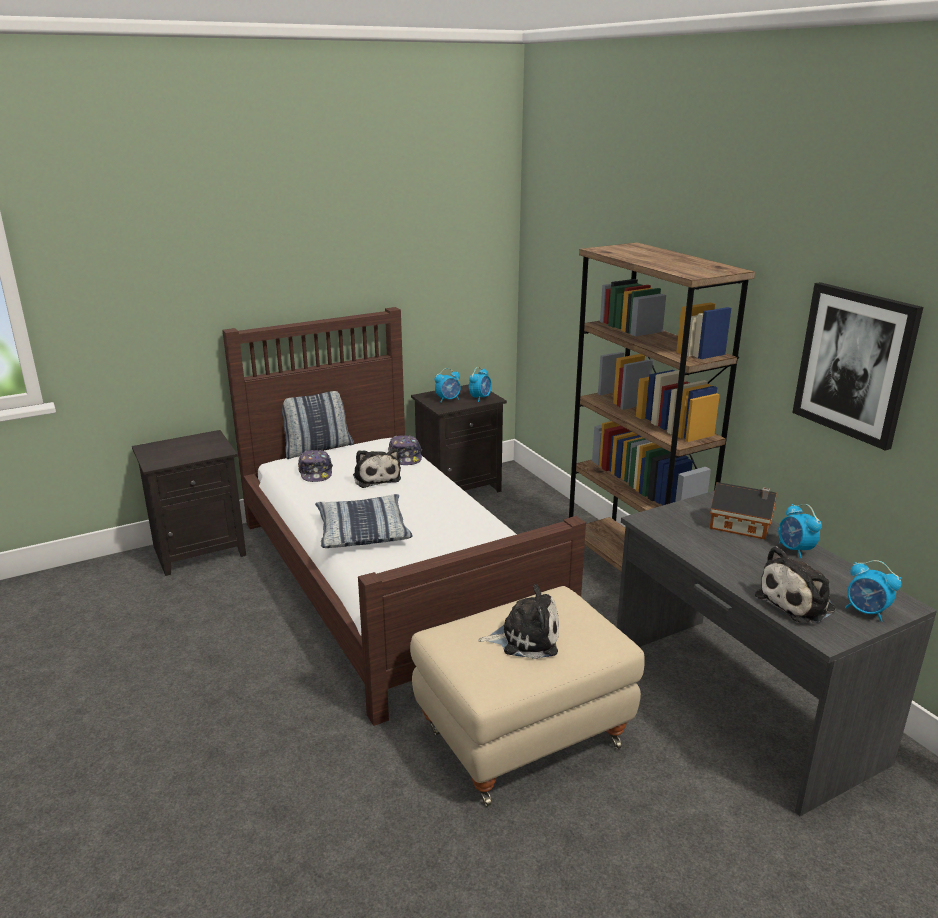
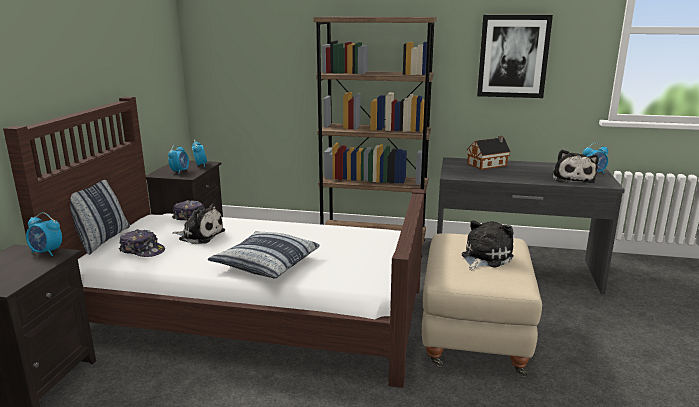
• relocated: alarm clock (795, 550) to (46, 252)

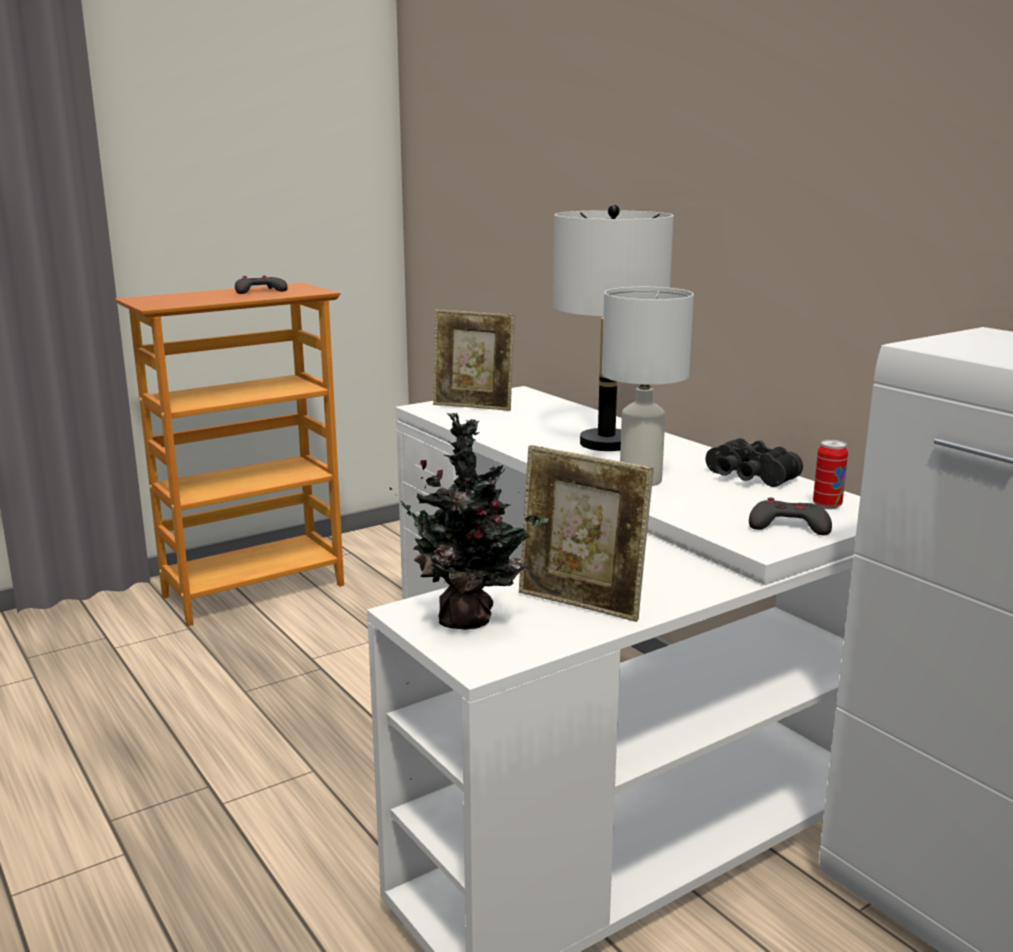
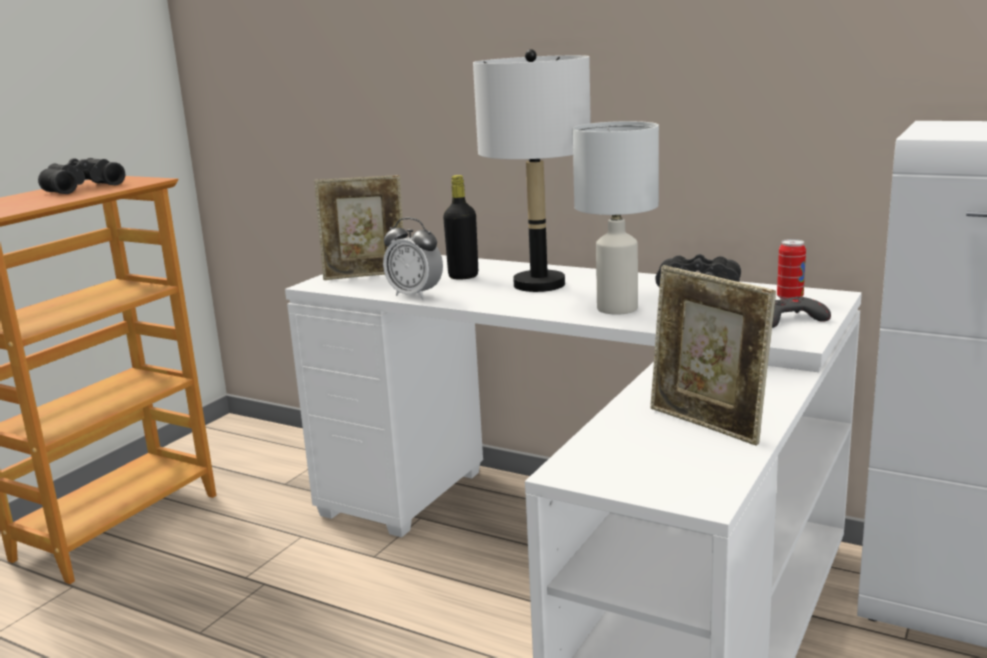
• exchanged: game controller/grey (259, 291) to binoculars/black (80, 188)
• missing: potted plant (470, 620)
• spun: picture frame (581, 604) = (707, 425) 45 degrees clockwise
• appeared: alarm clock (415, 295)
• appeared: bottle/black (463, 276)

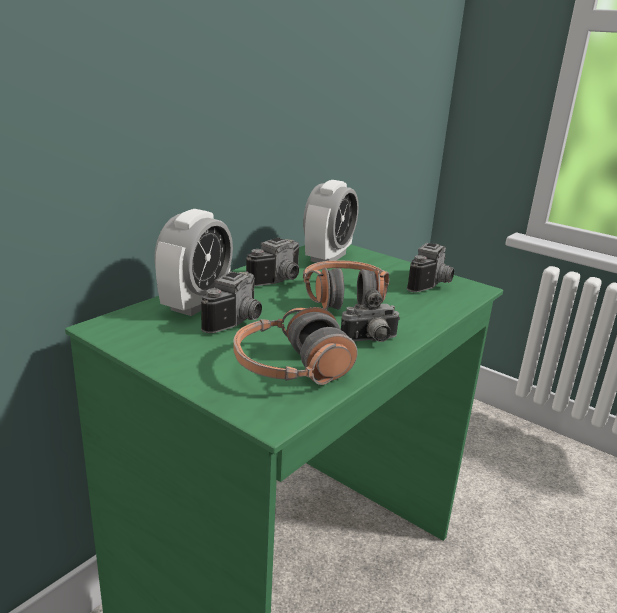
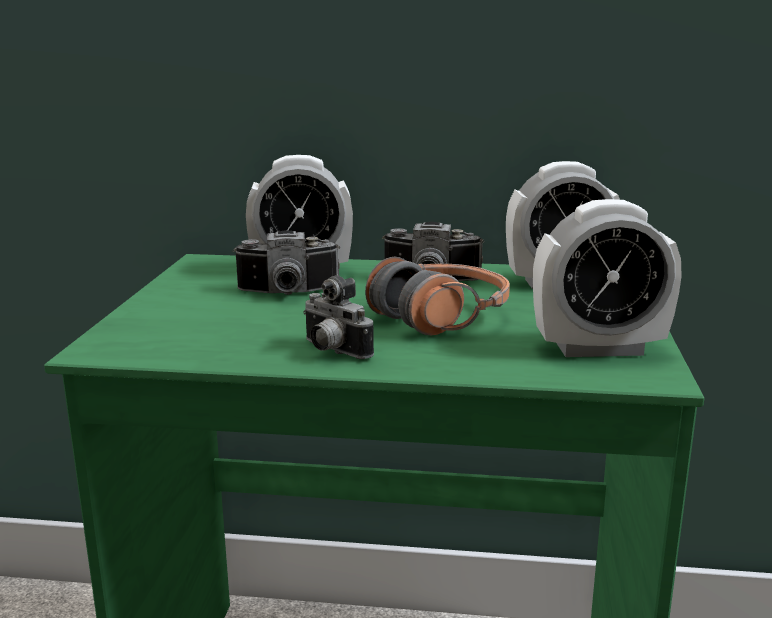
• missing: headphones (291, 368)
• exchanged: photo camera (433, 285) to alarm clock (598, 348)

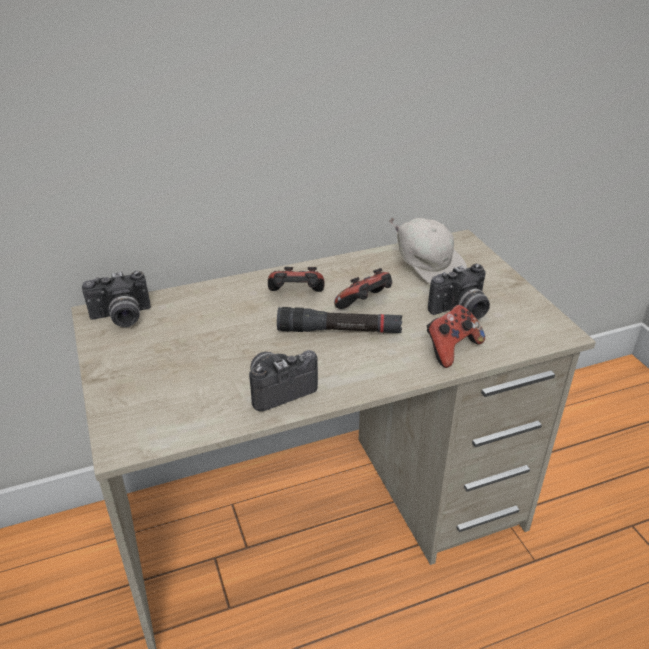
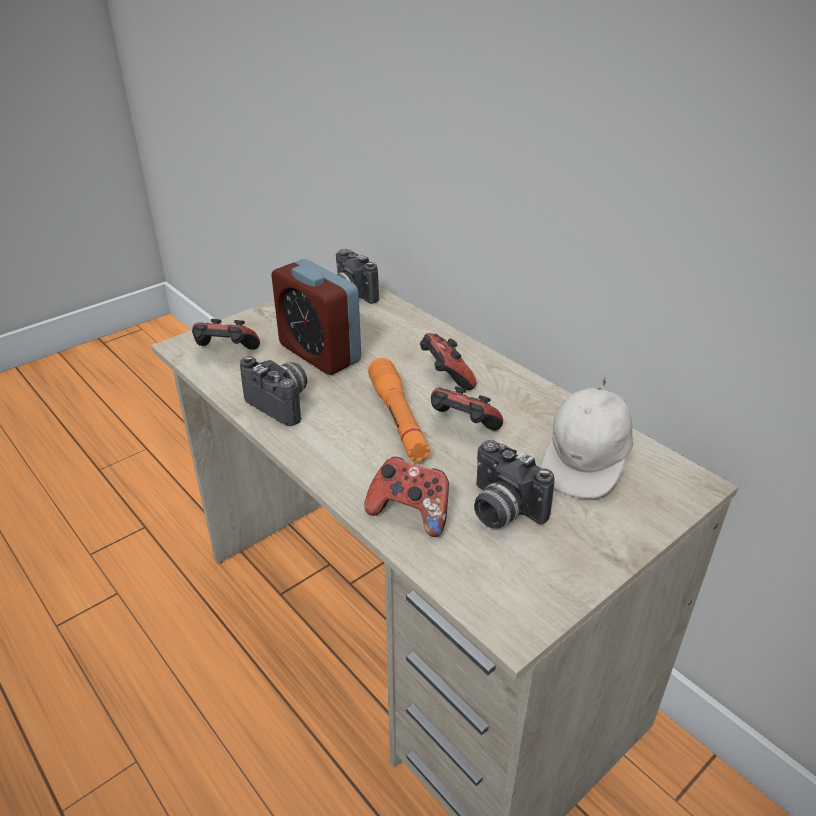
• colour: flashlight/black (339, 331) to flashlight/orange (398, 419)
• appeared: game controller (226, 353)
• appeared: alarm clock (319, 353)

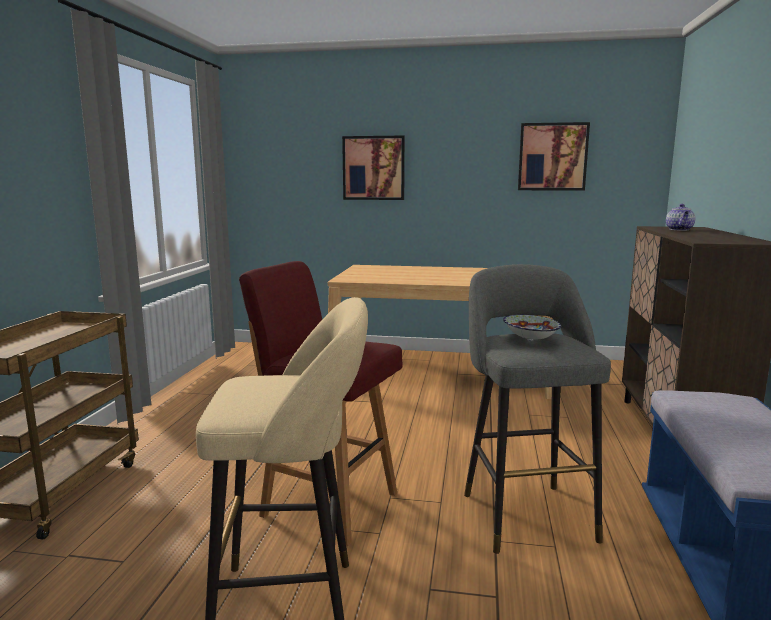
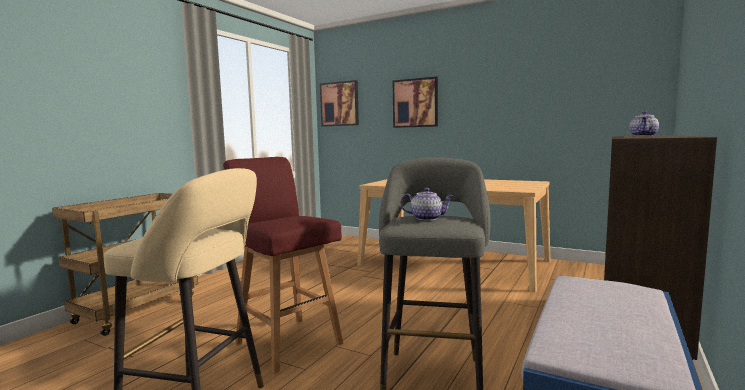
• exchanged: bowl (529, 340) to teapot (427, 218)
• relocated: picture (552, 157) to (339, 104)

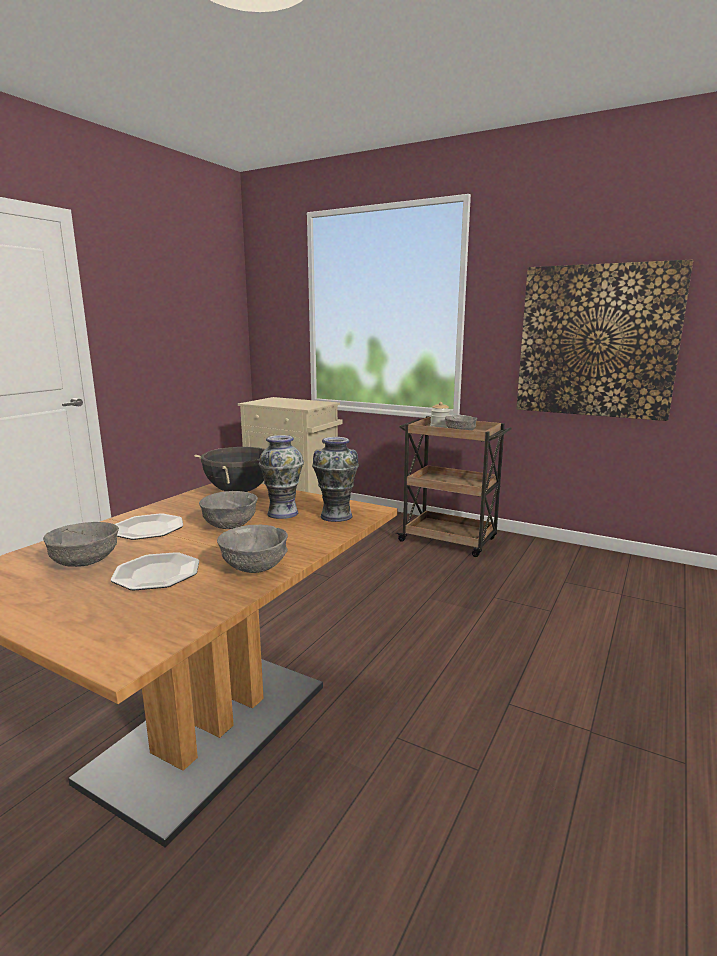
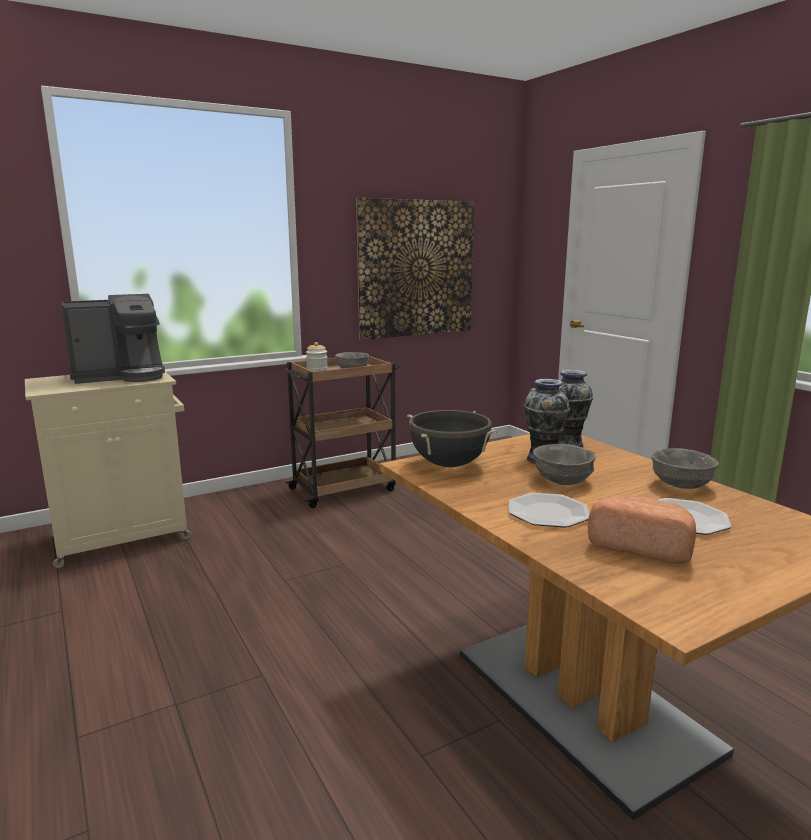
• exchanged: bowl/grey (84, 562) to bread (640, 547)
• appeared: coffee machine (120, 376)

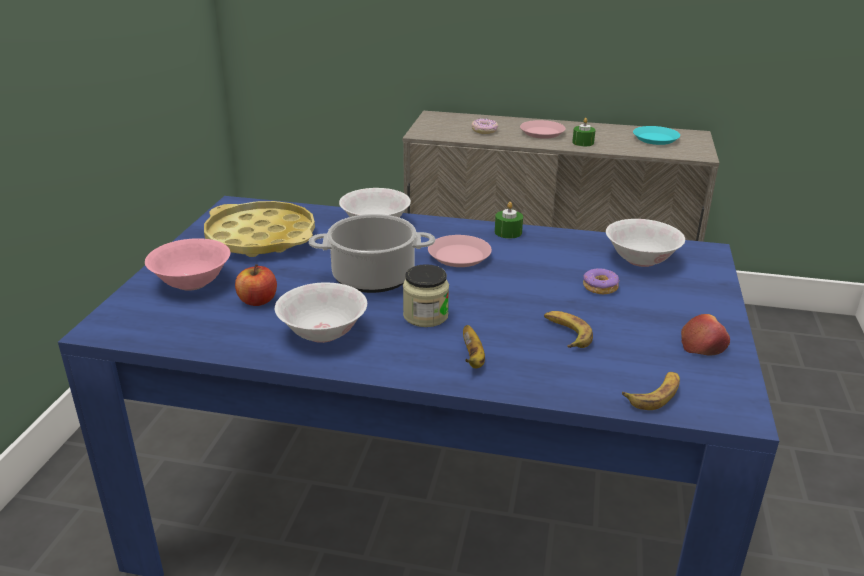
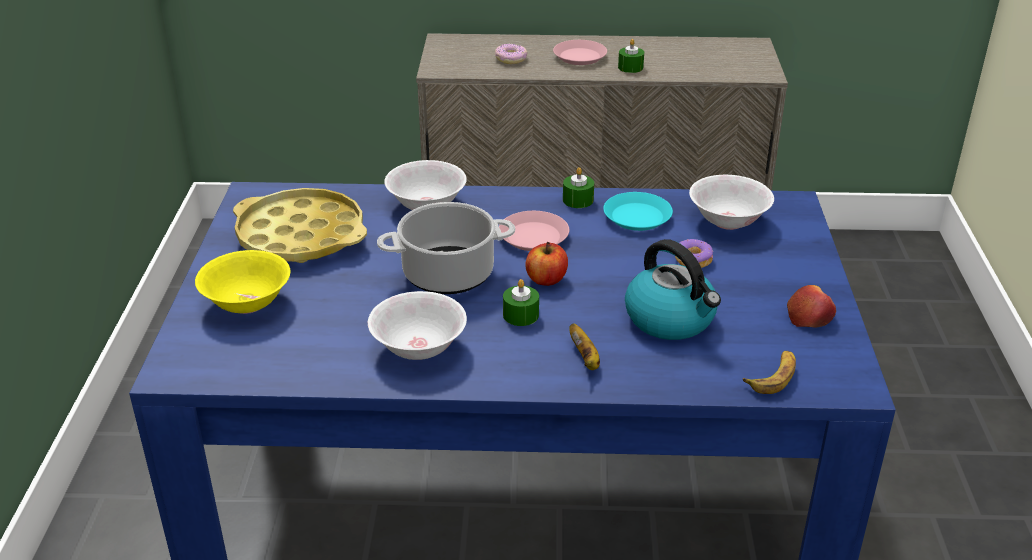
• colour: bowl/pink (192, 283) to bowl/yellow (247, 303)
• relocated: apple (258, 301) to (546, 279)
• exchanged: jar (425, 316) to candle/green (521, 315)
• exchanged: banana (566, 334) to kettle (671, 319)
• relocated: plate/turquoise (655, 139) to (636, 217)

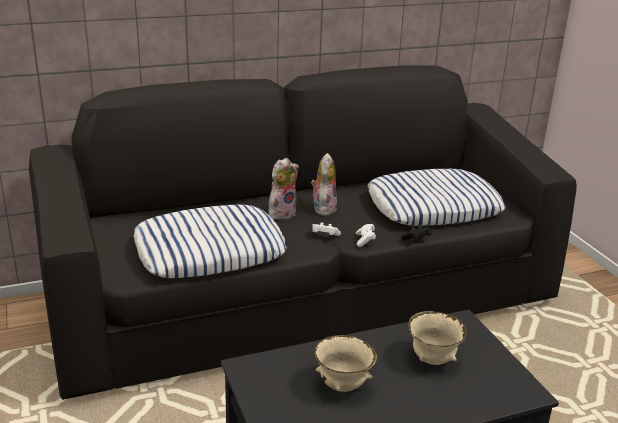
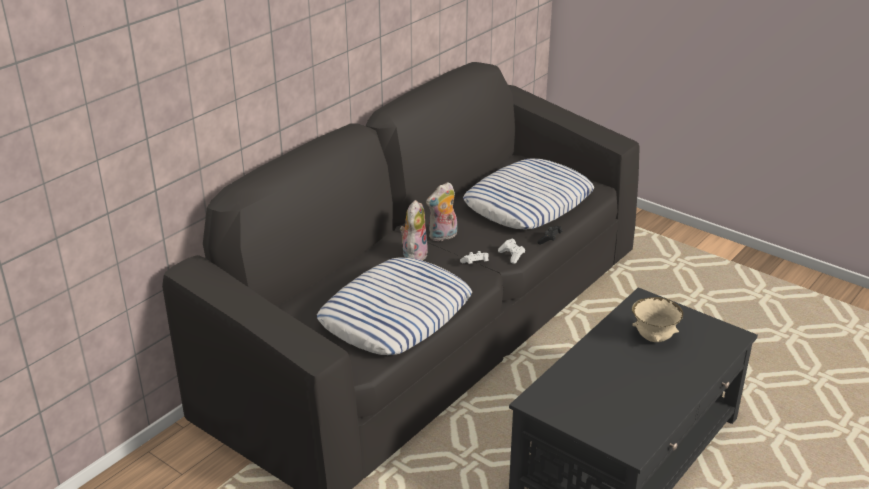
• spun: plush toy (323, 208) = (443, 236) 105 degrees counterclockwise
• missing: bowl/beige (342, 386)

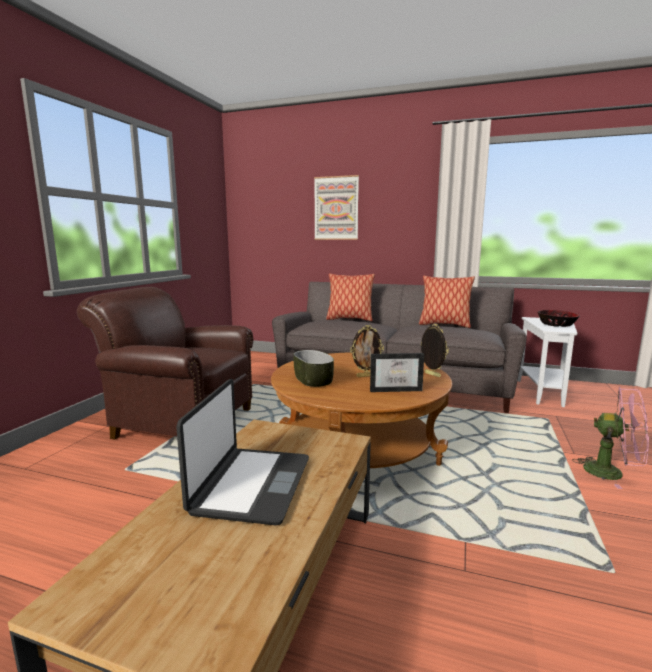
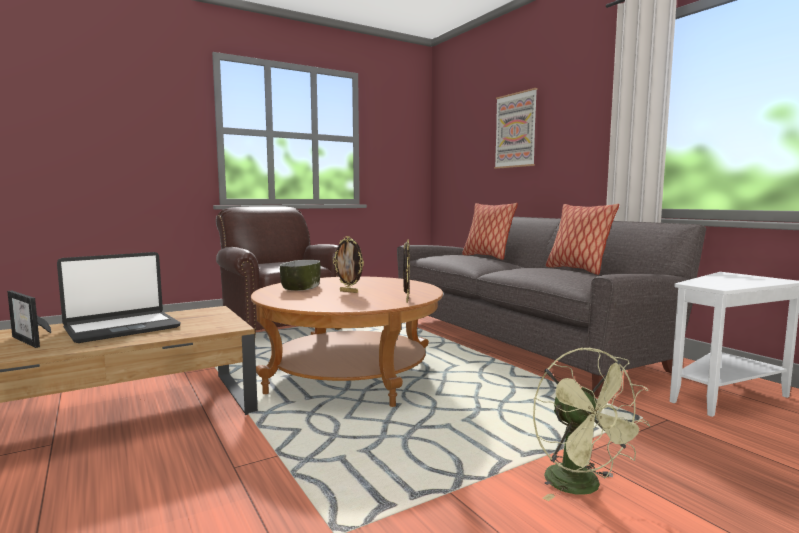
• relocated: picture frame (396, 389) to (34, 340)
• missing: bowl (557, 325)
• colour: fan/pink (612, 473) to fan/green (582, 487)

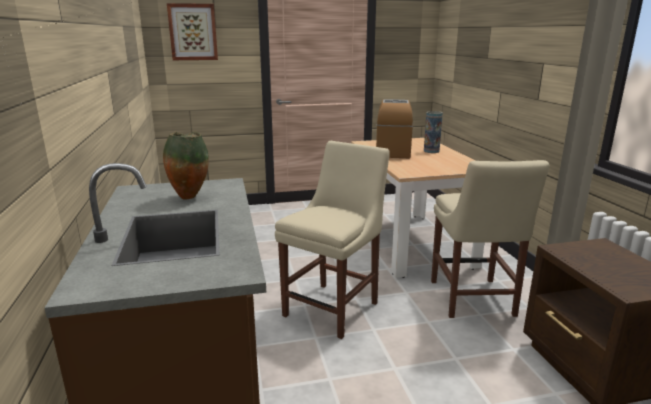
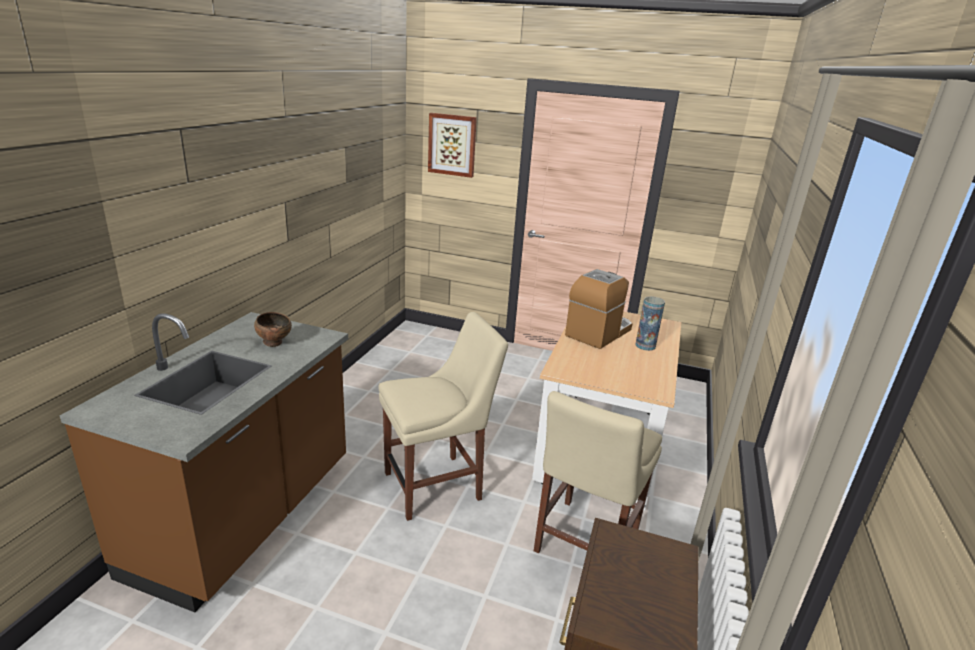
• exchanged: vase (189, 197) to bowl/brown (275, 344)

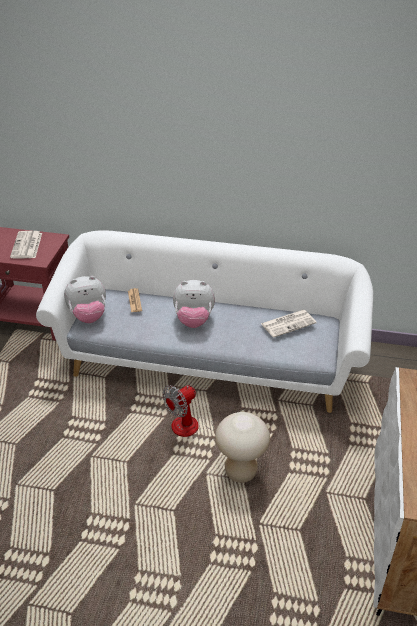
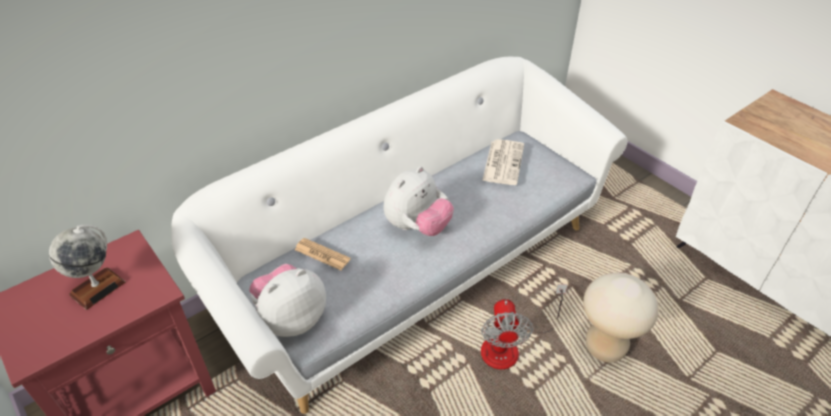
• exchanged: newspaper (27, 246) to globe (97, 288)
• spun: plush toy (88, 316) = (291, 318) 150 degrees counterclockwise

